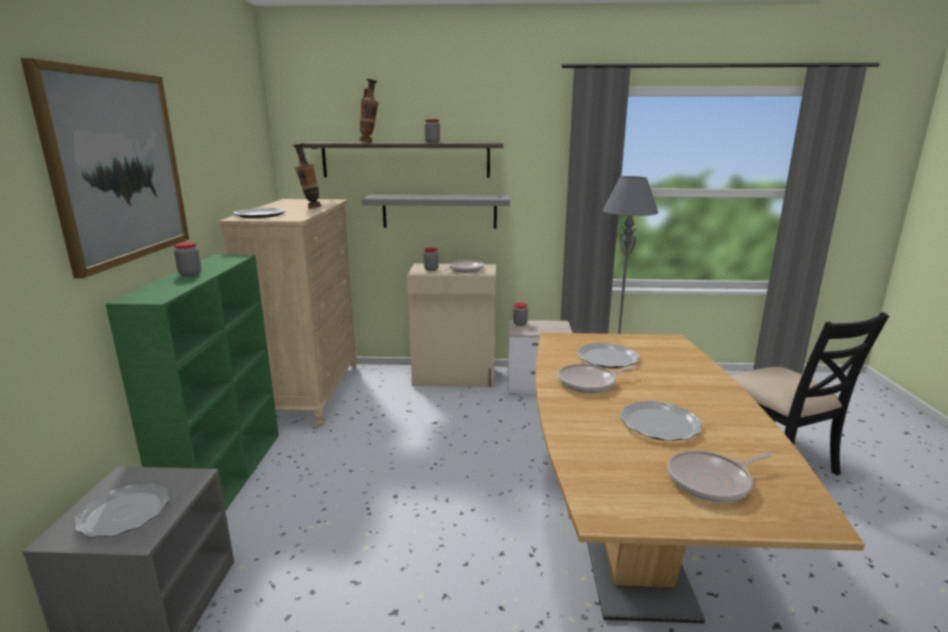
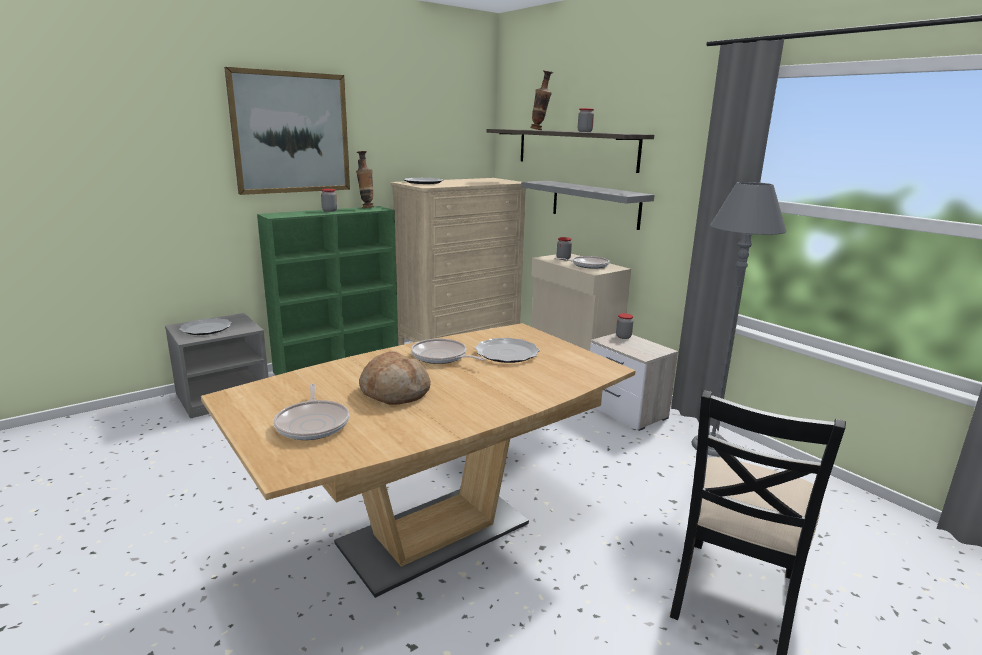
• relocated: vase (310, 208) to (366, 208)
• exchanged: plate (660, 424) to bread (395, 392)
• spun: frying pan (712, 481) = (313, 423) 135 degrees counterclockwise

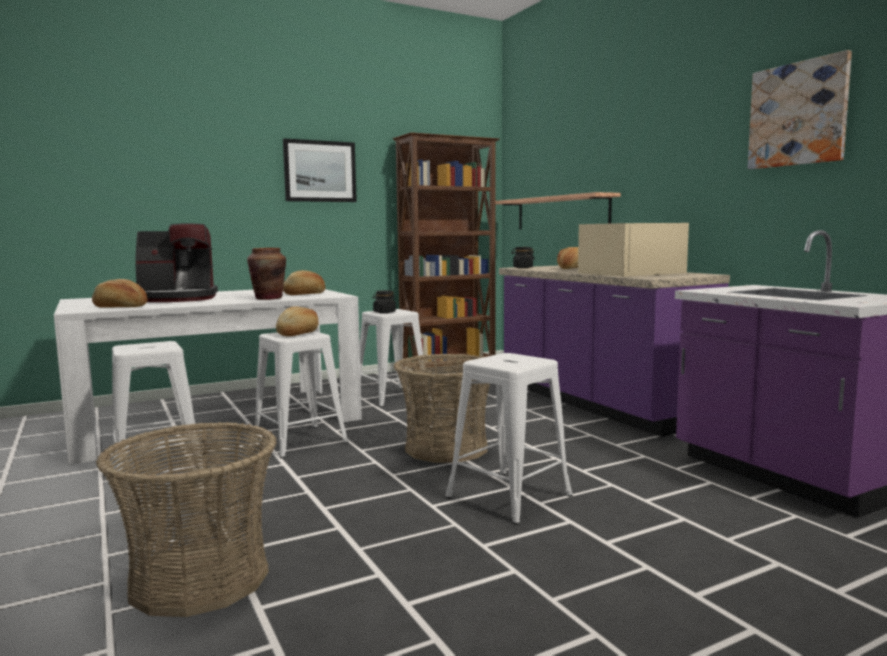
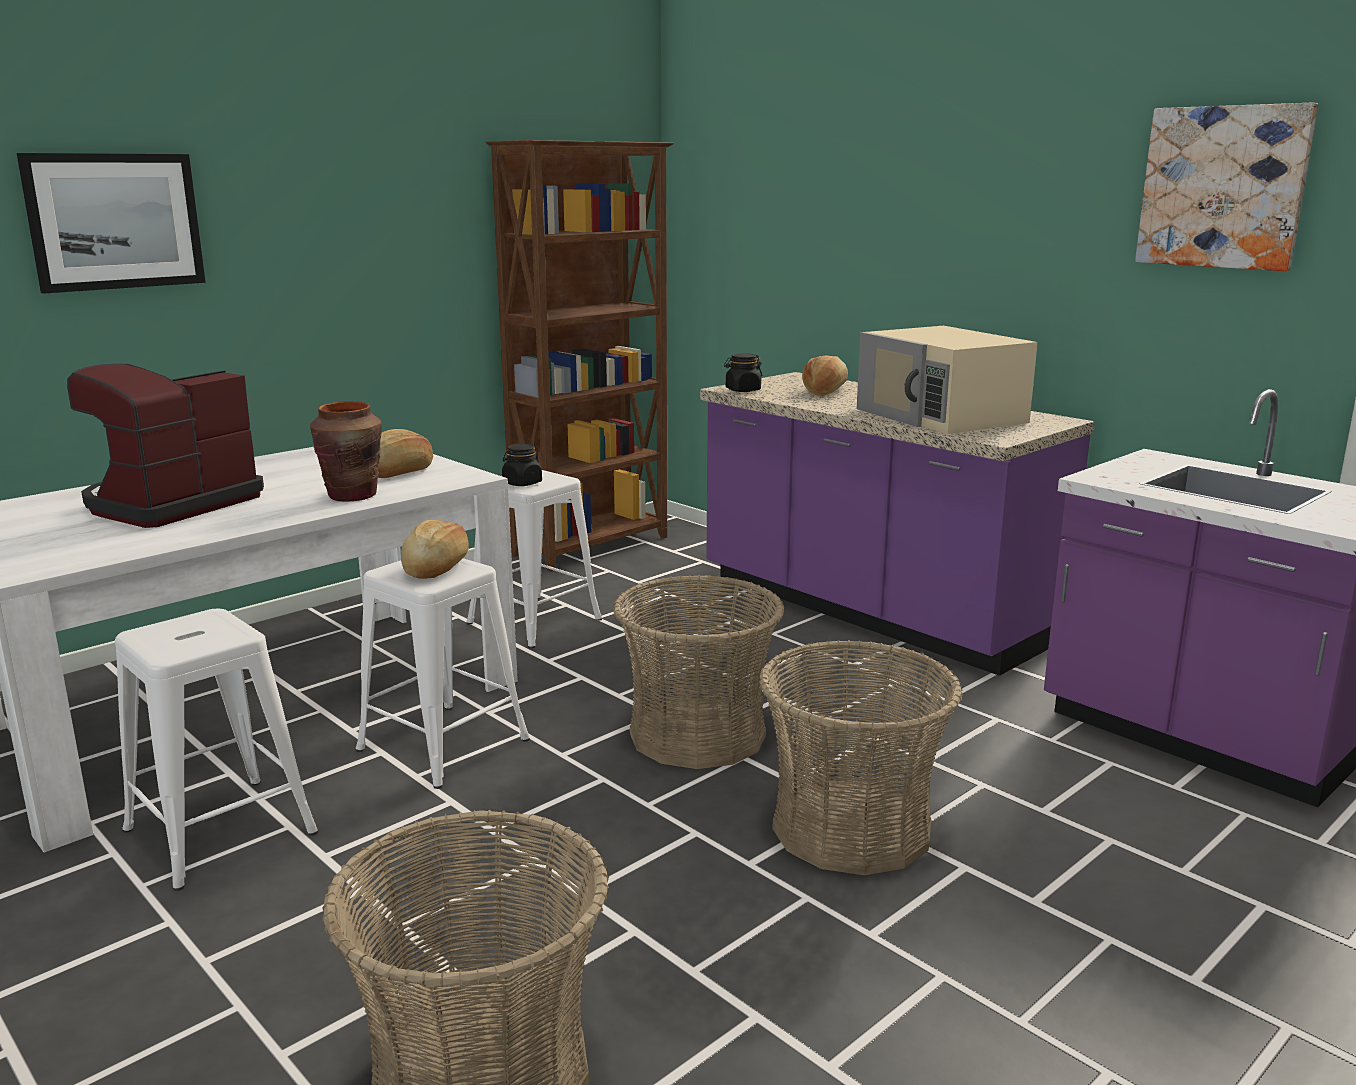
• missing: bread (120, 307)
• spun: coffee machine (177, 299) = (170, 504) 150 degrees clockwise
• relocated: picture (320, 171) to (115, 221)
• exchanged: stool/white (509, 496) to basket (852, 828)
• missing: shelf (561, 213)
• spun: microwave/beige (630, 273) = (941, 416) 75 degrees counterclockwise

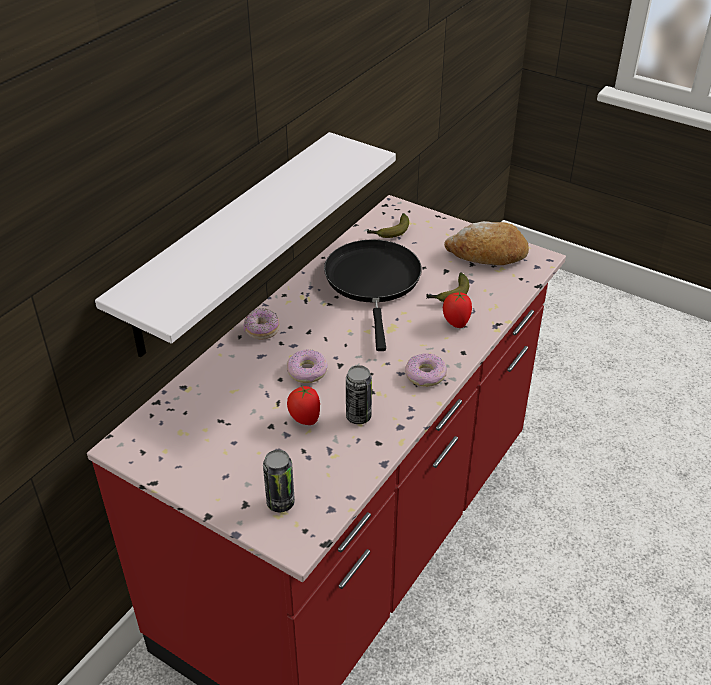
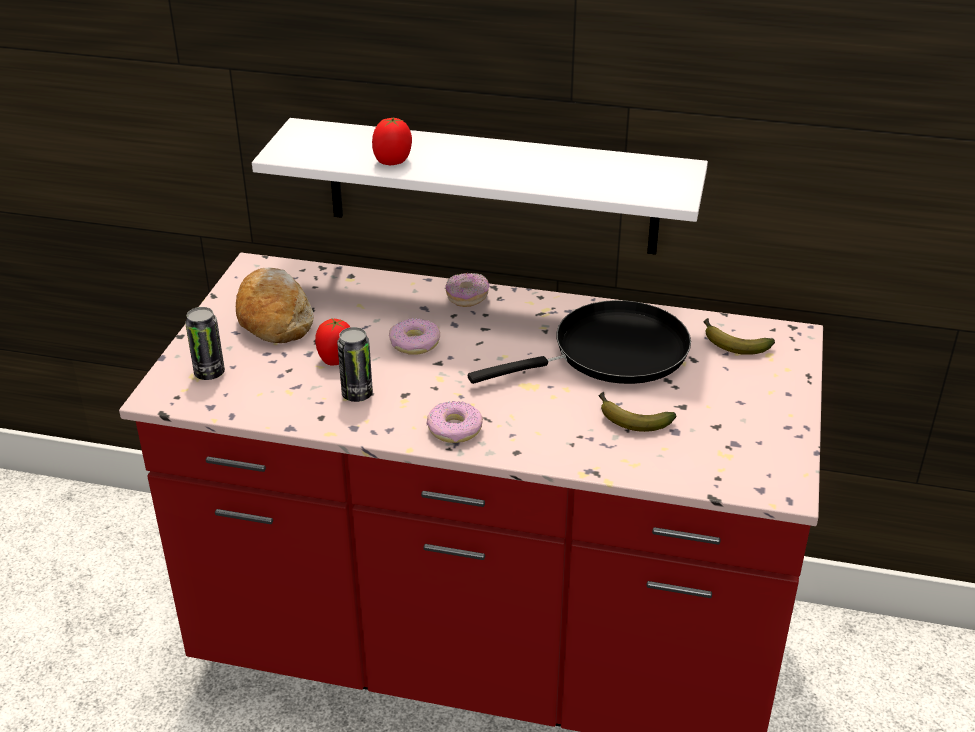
• relocated: tomato (455, 323) to (393, 161)
• relocated: bread (487, 255) to (274, 317)

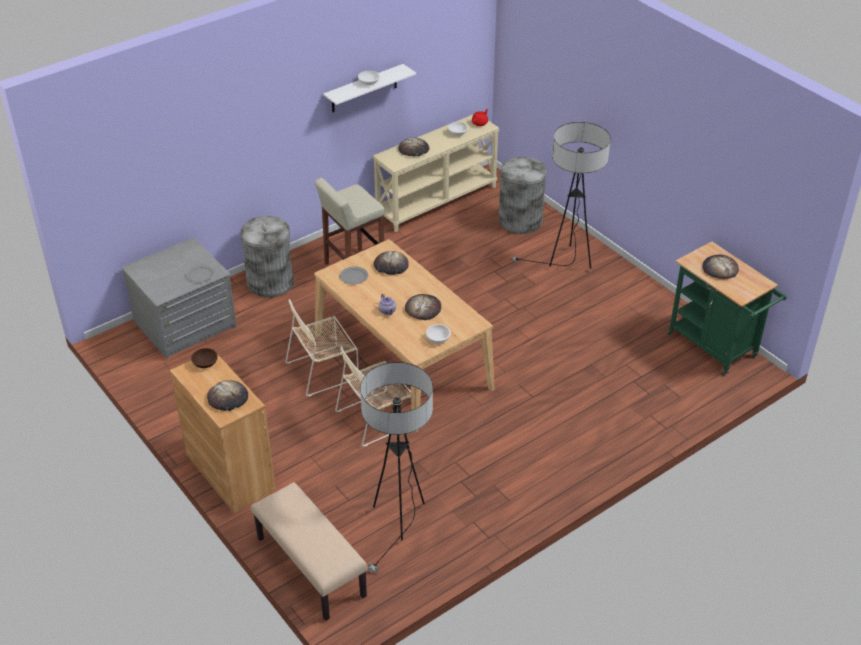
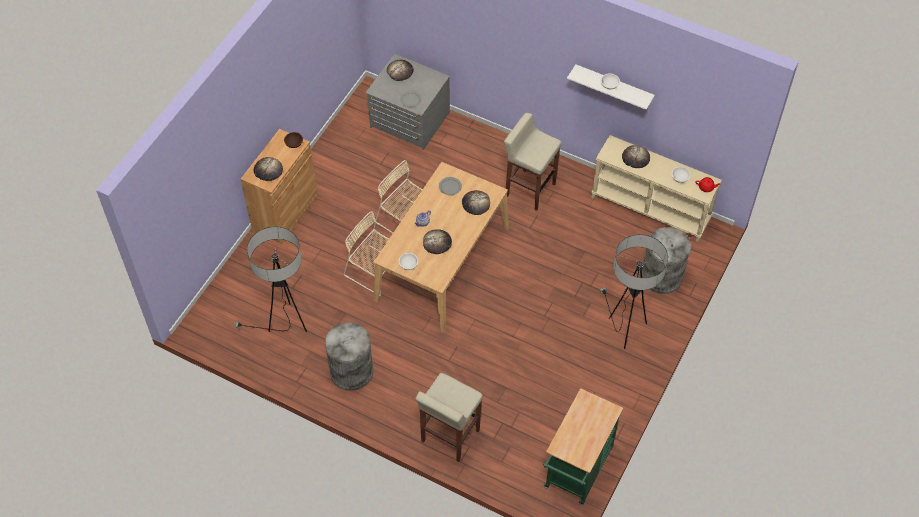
• relocated: trash can/grey (271, 282) to (351, 372)
• missing: bench/beige (310, 567)
• relocated: bread (720, 268) to (400, 71)
• appeared: stool/beige (449, 436)

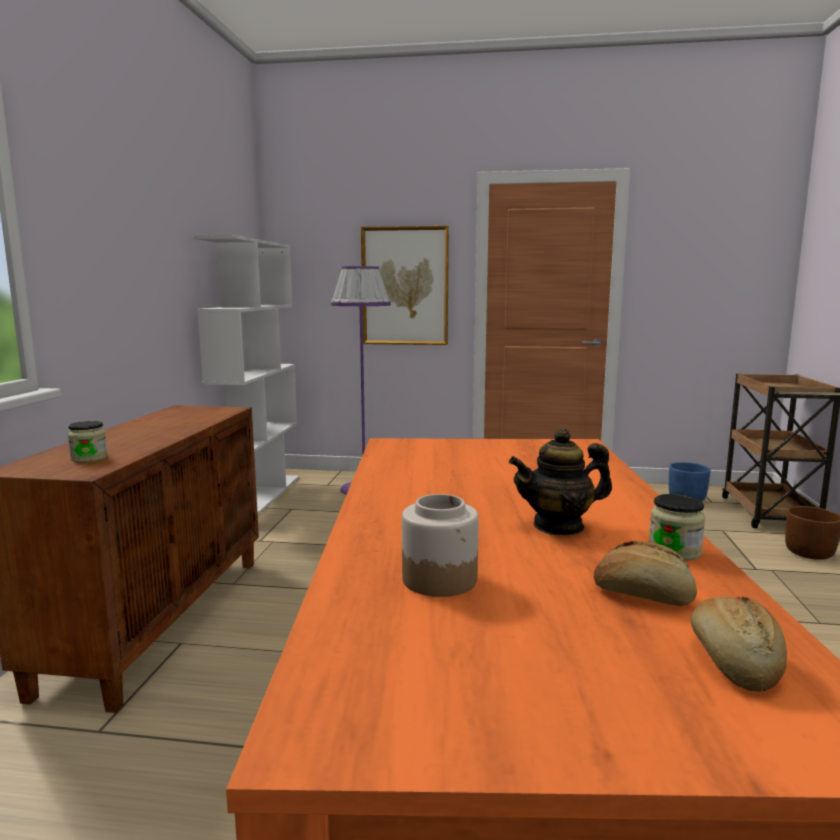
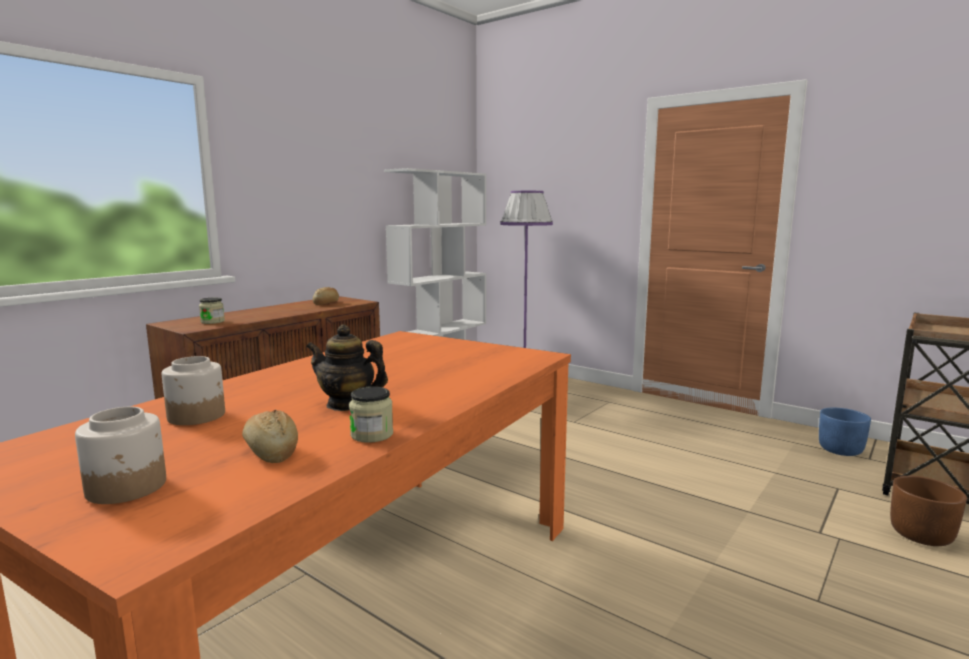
• missing: picture (405, 286)
• relocated: bread (734, 662) to (326, 303)
• appeared: jar (127, 487)

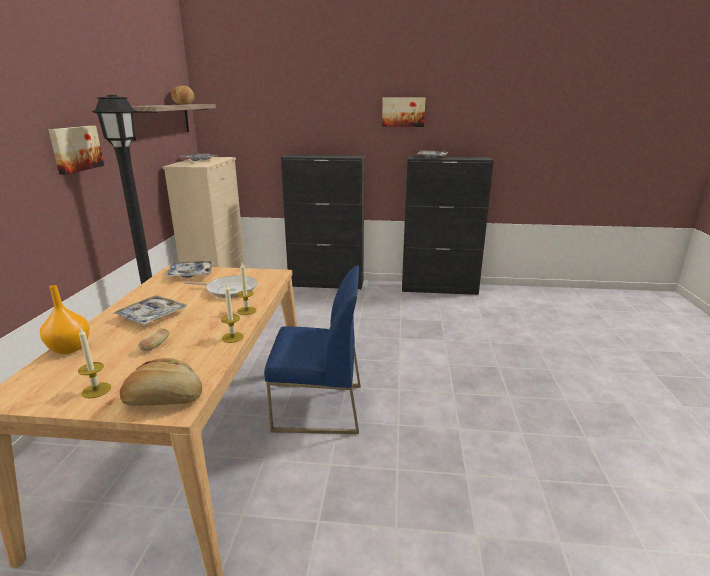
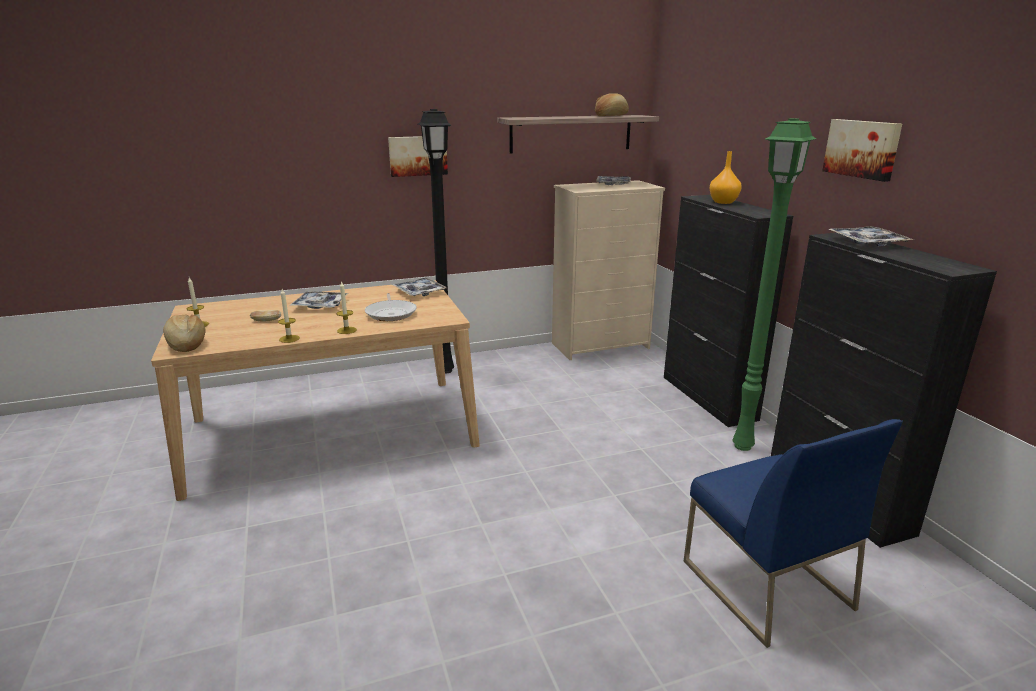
• relocated: vase/orange (71, 348) to (724, 202)
• relocated: chair/blue (317, 408) to (764, 584)
• appeared: floor lamp/green (743, 447)

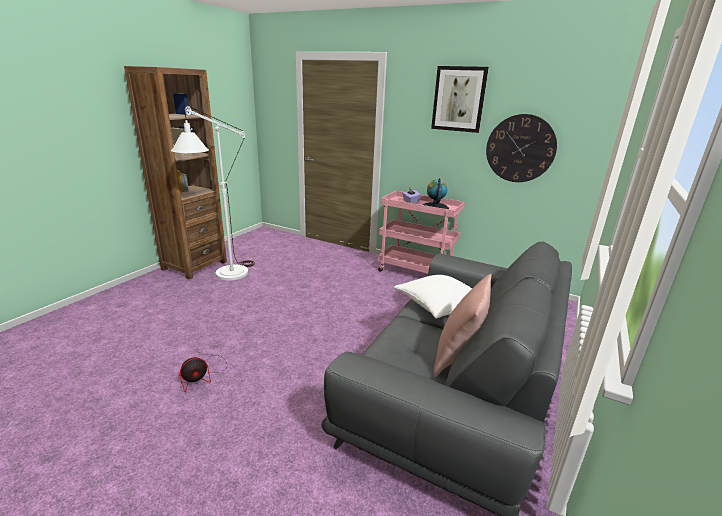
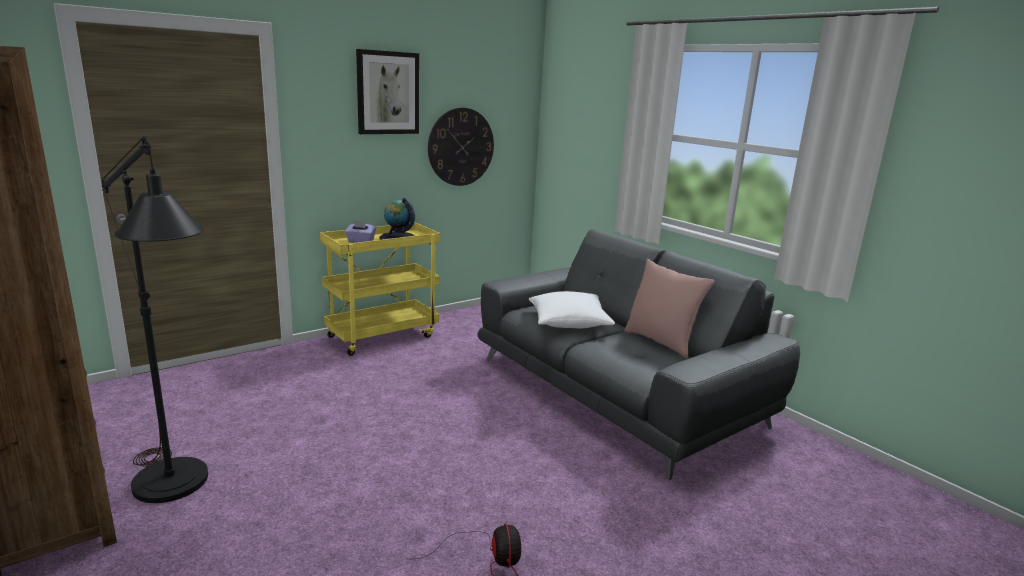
• colour: floor lamp/white (226, 277) to floor lamp/black (177, 491)
• colour: cart/pink (416, 271) to cart/yellow (383, 336)

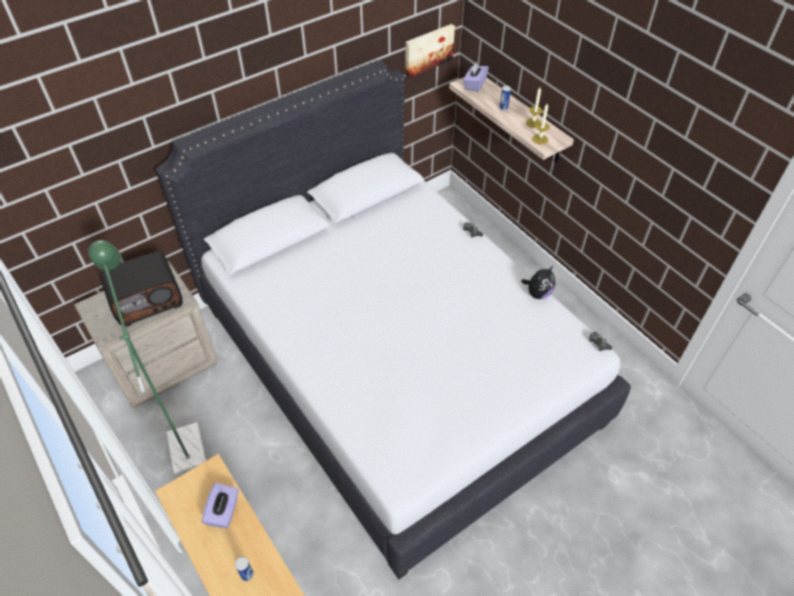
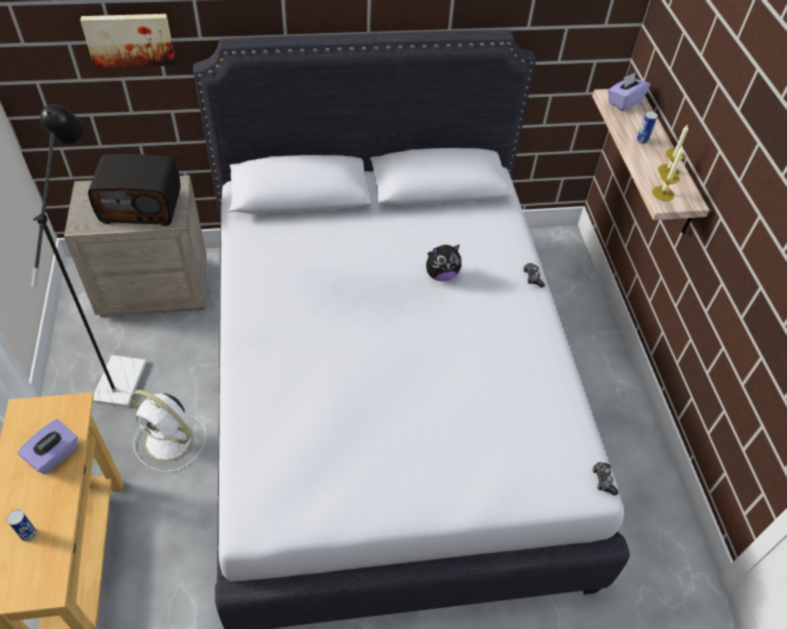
• colour: floor lamp/green (184, 440) to floor lamp/black (123, 372)
• relocated: picture (428, 49) to (129, 39)
• relocated: plush toy (538, 293) to (441, 275)
• appeared: fan/white (170, 441)

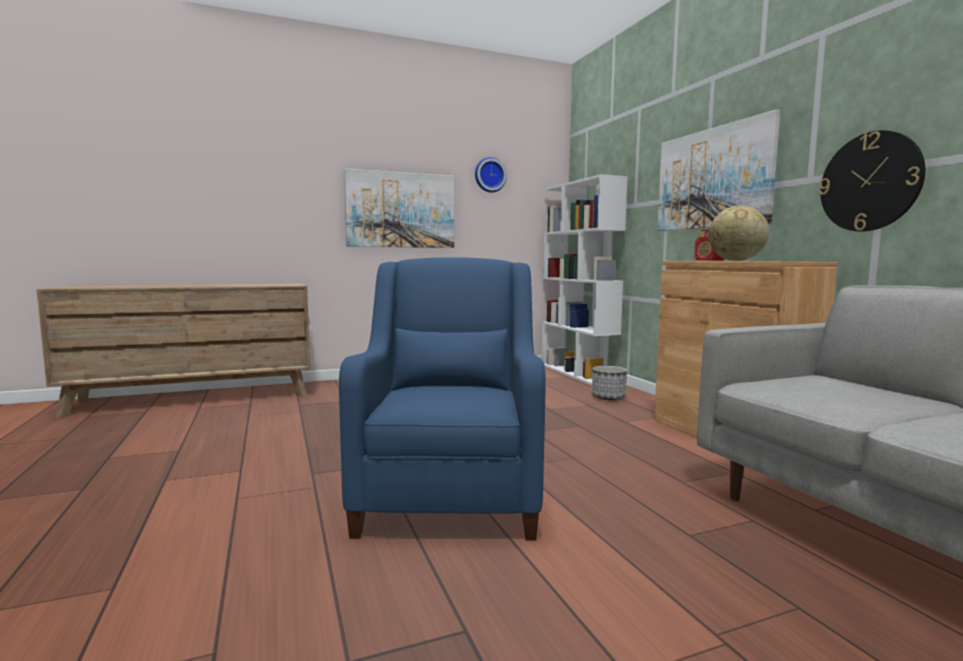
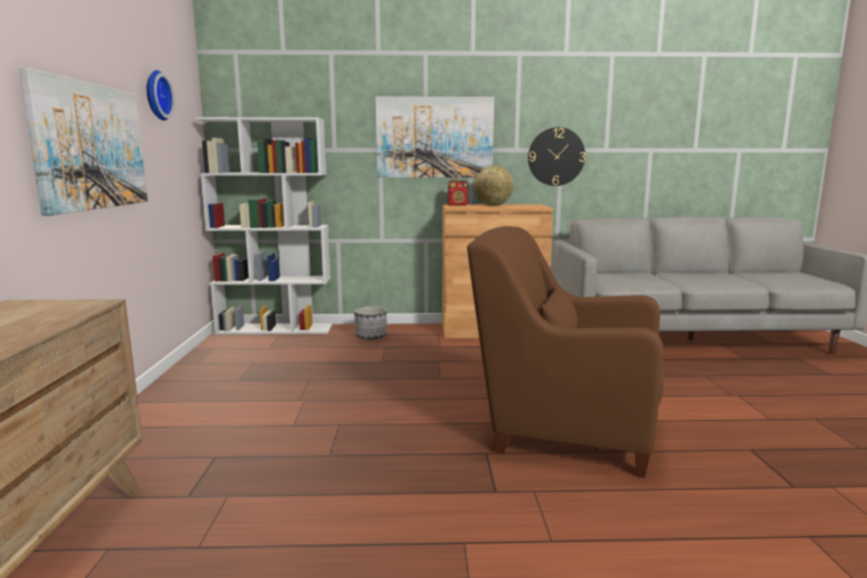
• colour: armchair/blue (450, 492) to armchair/brown (562, 429)

